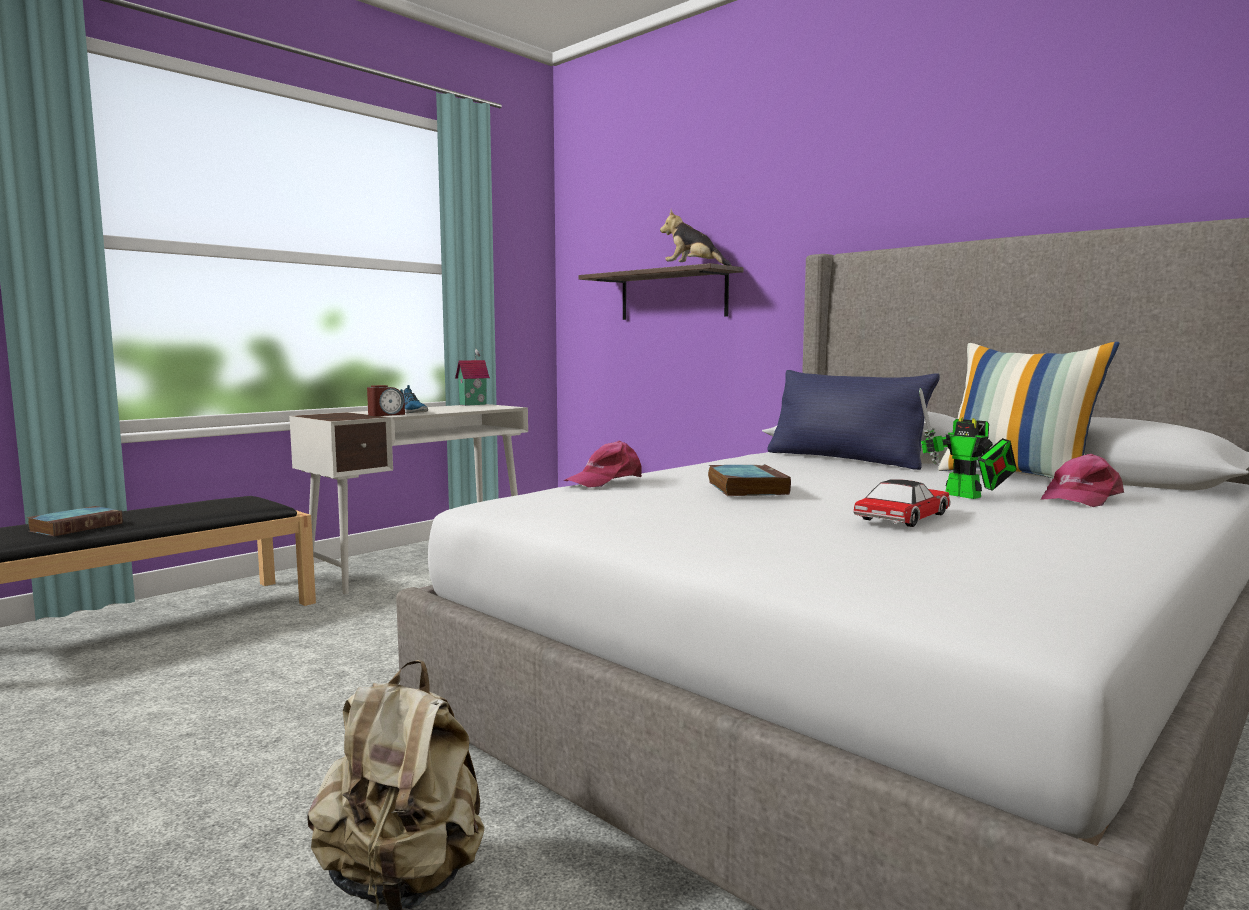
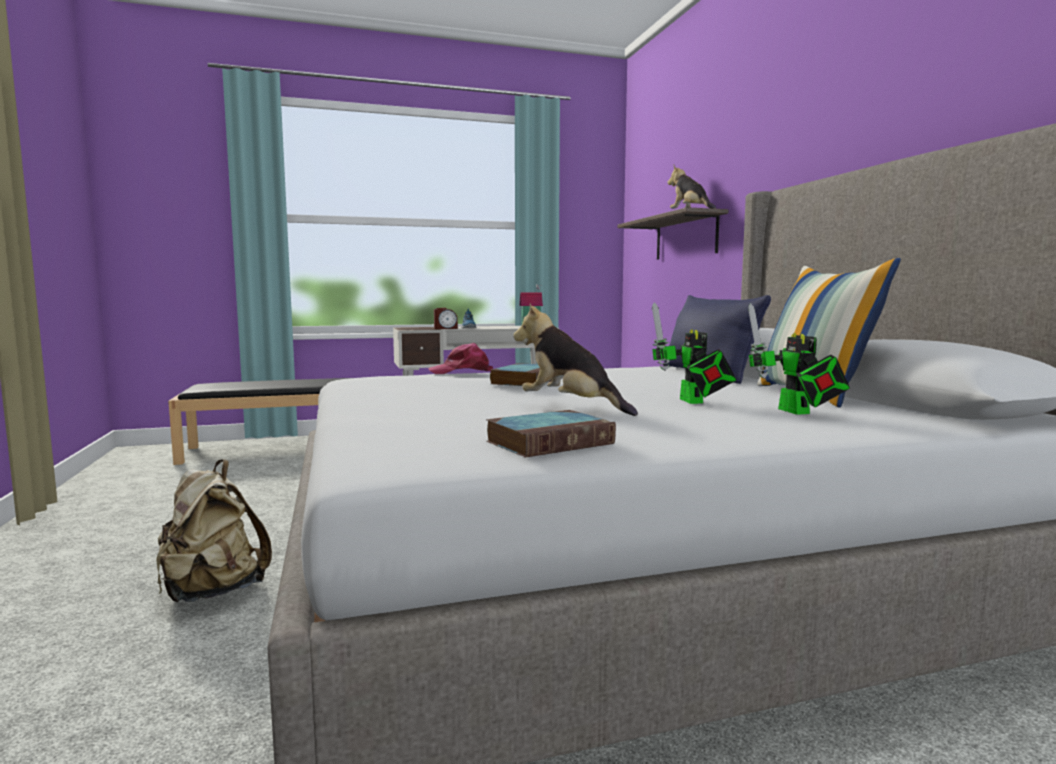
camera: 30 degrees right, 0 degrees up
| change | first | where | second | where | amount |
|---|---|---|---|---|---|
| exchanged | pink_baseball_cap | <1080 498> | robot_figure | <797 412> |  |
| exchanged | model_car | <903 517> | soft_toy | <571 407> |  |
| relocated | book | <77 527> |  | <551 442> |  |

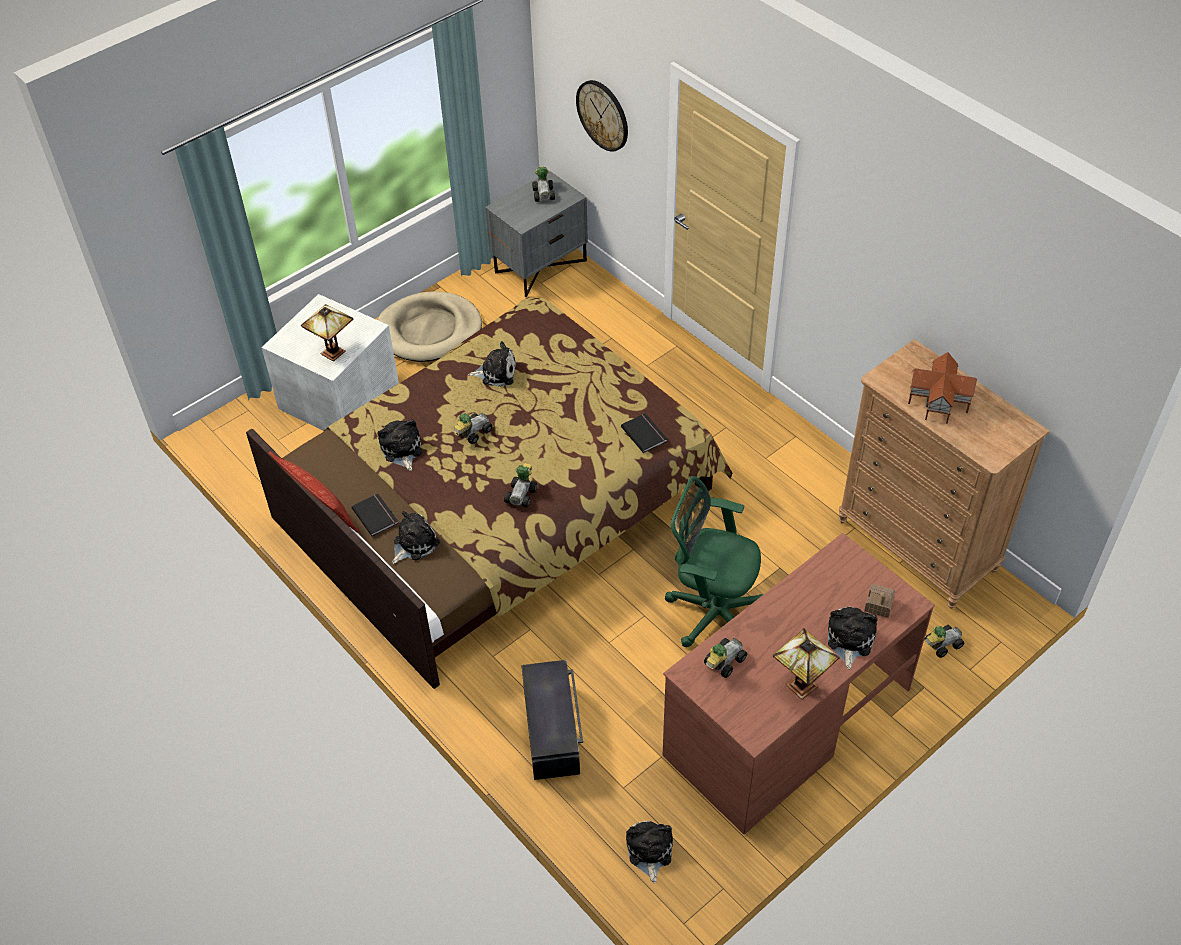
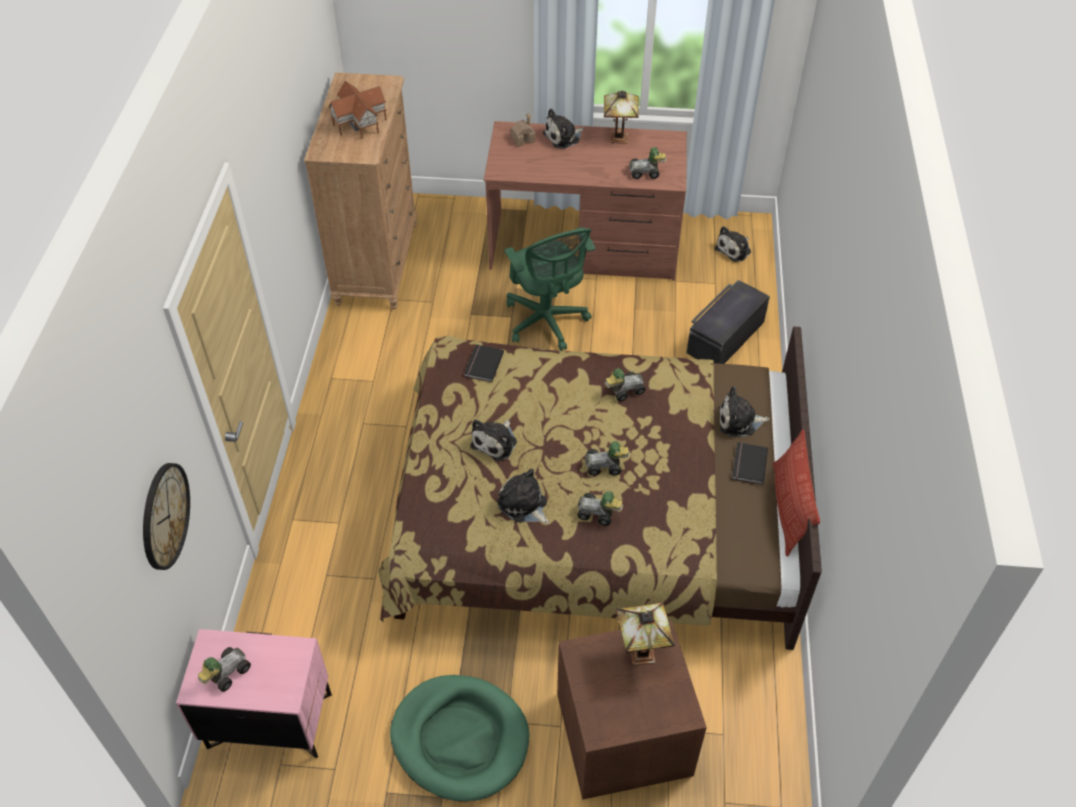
camera: 135 degrees left, 0 degrees up
| change | first | where | second | where | amount |
|---|---|---|---|---|---|
| colour | gray_nightstand | <540 266> | pink_nightstand | <269 722> |  |
| colour | sand-coloured_dog_cushion | <429 331> | green-coloured_dog_cushion | <460 739> |  |
| colour | whitish_storage_container | <337 398> | brownish_storage_container | <626 735> |  |
| relocated | soft_toy | <401 450> |  | <496 442> |  |
| relocated | model_car | <940 644> |  | <598 514> |  |

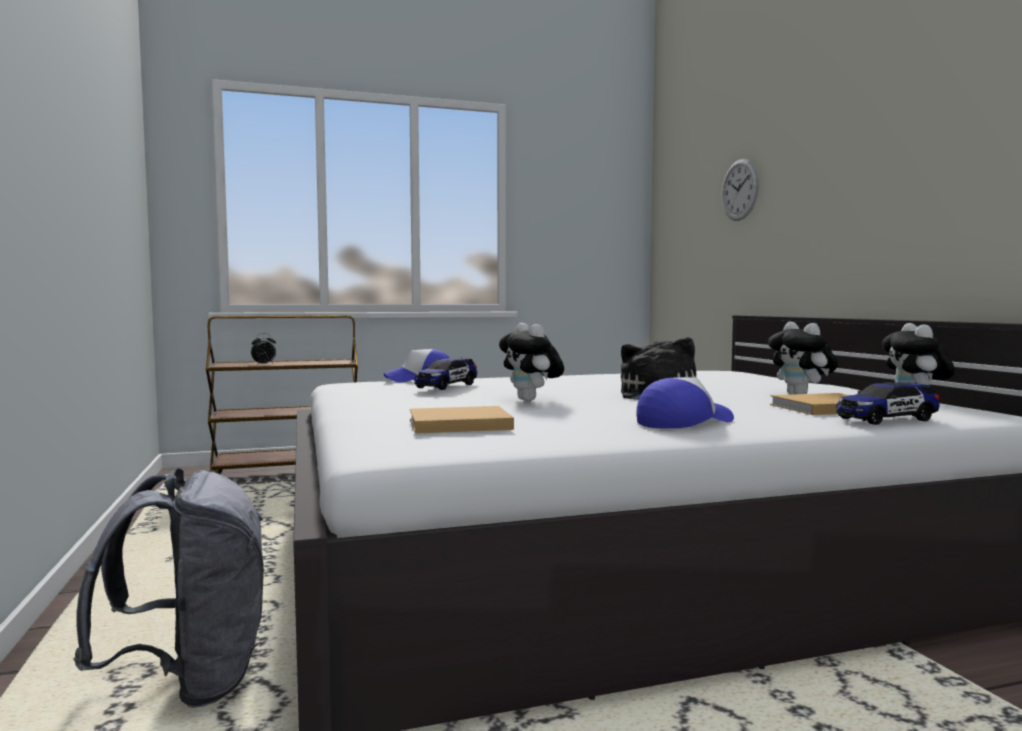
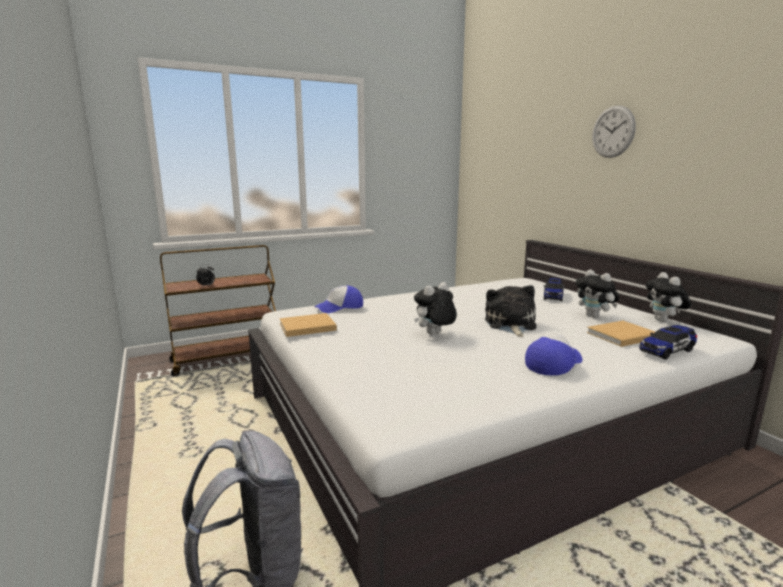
camera: 10 degrees left, 10 degrees up
| change | first | where | second | where | amount |
|---|---|---|---|---|---|
| relocated | hanging_clock | <739 190> |  | <613 132> |  |
| spun | soft_toy | <531 400> |  | <434 334> | 90 degrees clockwise |
| relocated | model_car | <446 386> |  | <553 296> |  |
| relocated | sand-coloured_book | <456 424> |  | <305 327> |  |

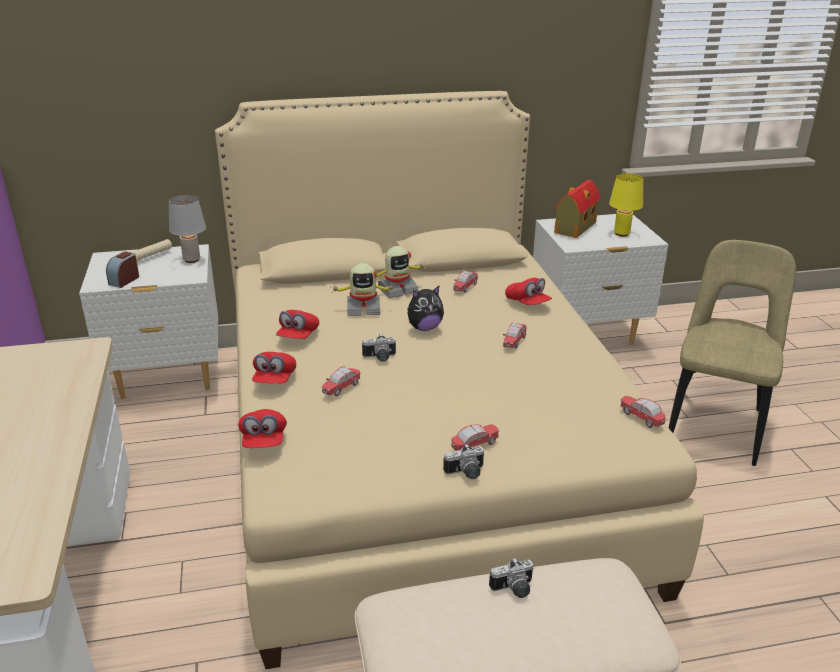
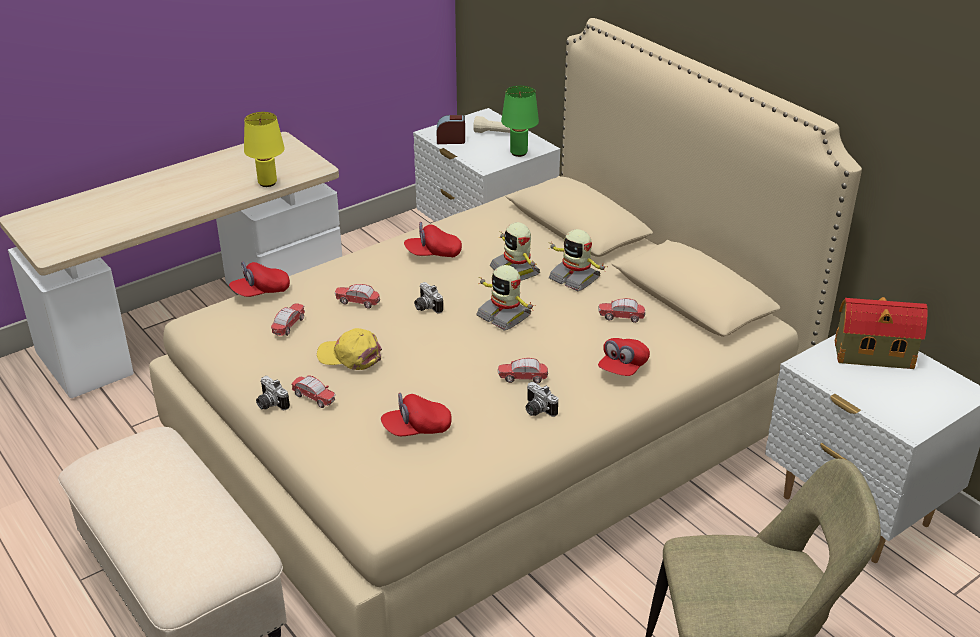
camera: 65 degrees right, 5 degrees up
| change | first | where | second | where | amount |
|---|---|---|---|---|---|
| relocated | yellow_tabletop_lamp | <621 233> |  | <267 183> |  |
| colour | gray_tabletop_lamp | <191 259> | green-coloured_tabletop_lamp | <518 153> |  |
| exchanged | soft_toy | <424 328> | robot_figure | <504 315> |  |
| relocated | red_baseball_cap | <275 379> |  | <417 429> |  |
| relocated | model_car | <641 418> |  | <288 326> |  |
| relocated | still_camera | <514 589> |  | <536 410> |  |
| appeared |  |  | yellow_baseball_cap | <350 356> |  |

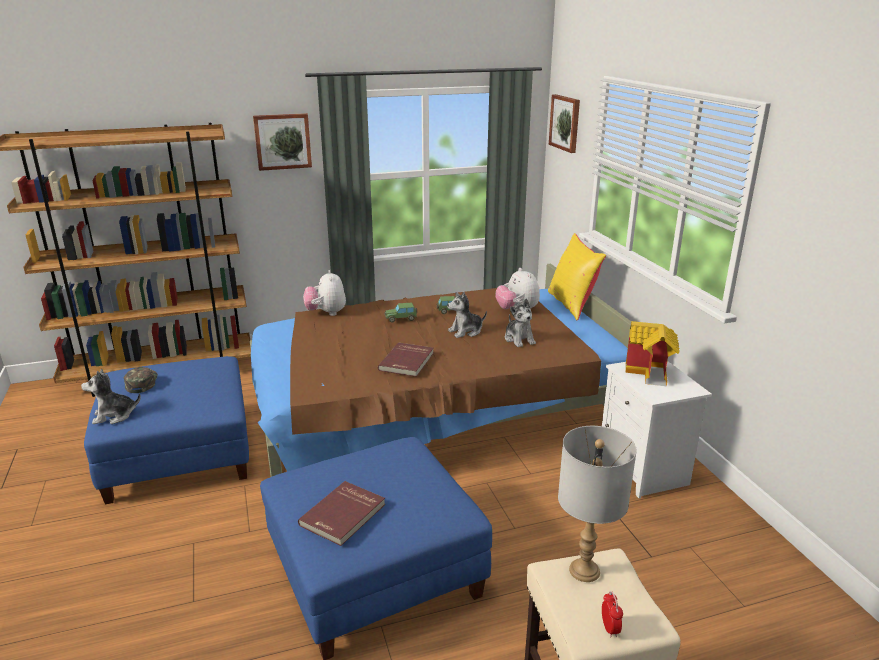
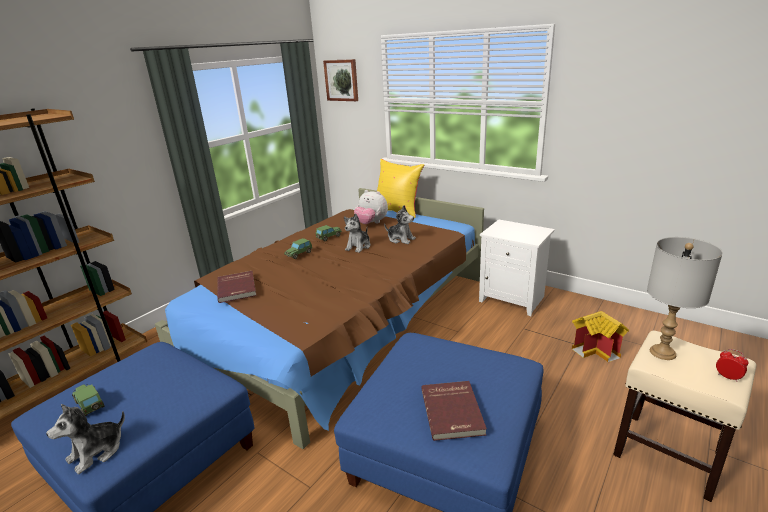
camera: 35 degrees left, 0 degrees up
| change | first | where | second | where | amount |
|---|---|---|---|---|---|
| missing | wall_art | <282 141> |  |  |  |
| missing | soft_toy | <326 313> |  |  |  |
| relocated | model_house | <651 373> |  | <597 350> |  |
| relocated | red_book | <407 362> |  | <237 288> |  |
| exchanged | green-coloured_baseball_cap | <141 382> | model_car | <90 405> |  |

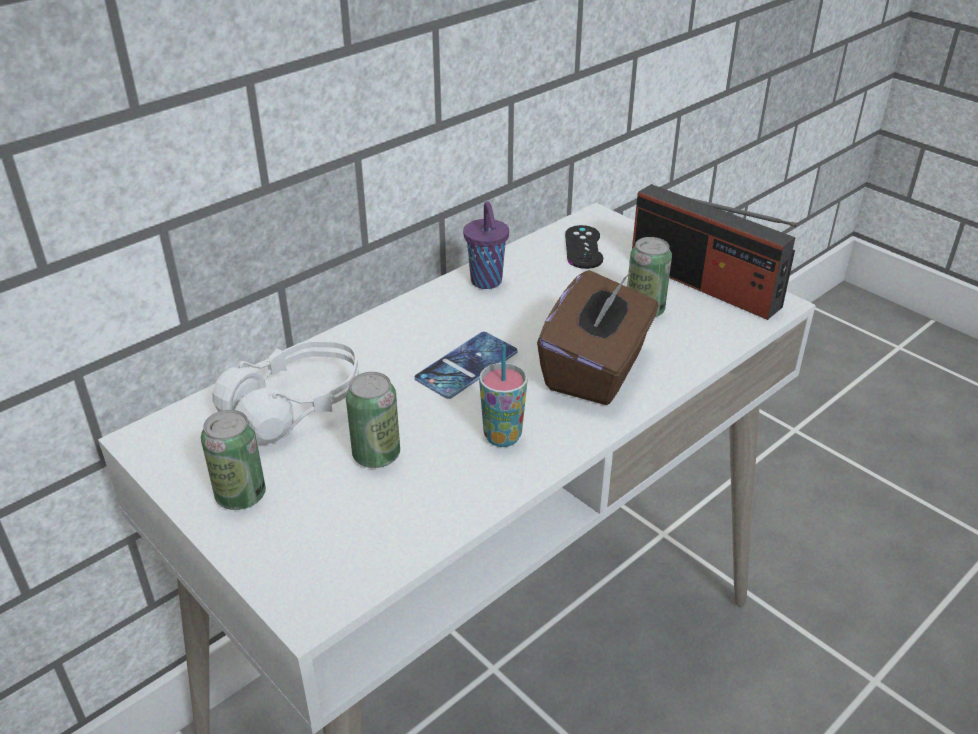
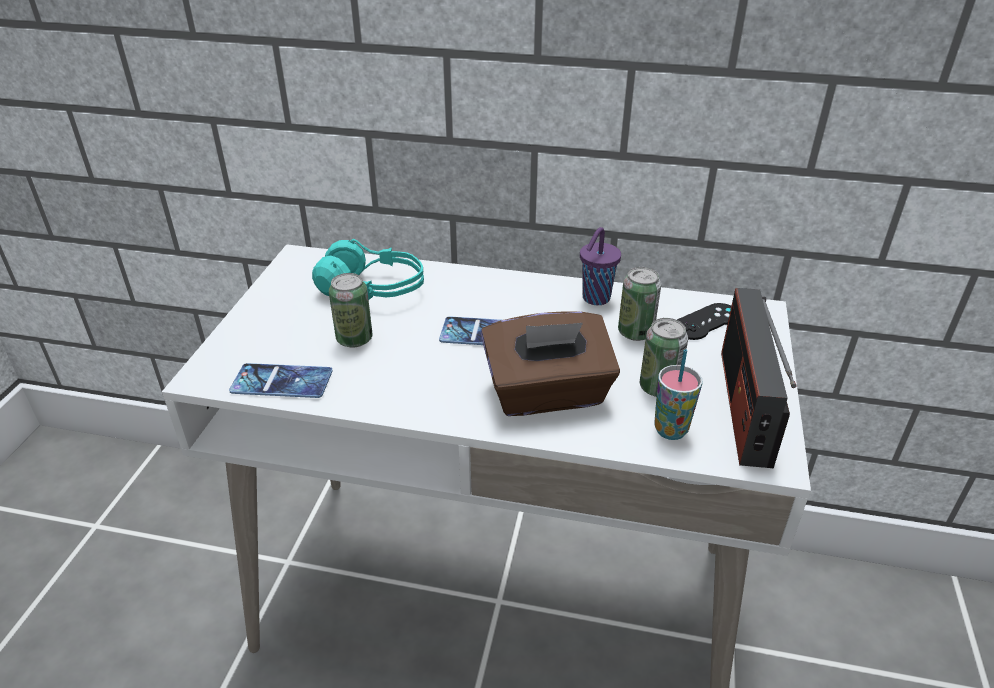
camera: 55 degrees right, 0 degrees up
| change | first | where | second | where | amount |
|---|---|---|---|---|---|
| colour | whitish_pair_of_headphones | <296 406> | turquoise-coloured_pair_of_headphones | <373 289> |  |
| relocated | drinking_cup | <502 436> |  | <670 430> |  |
| relocated | can | <241 495> |  | <635 332> |  |
| appeared |  |  | phone | <282 381> |  |

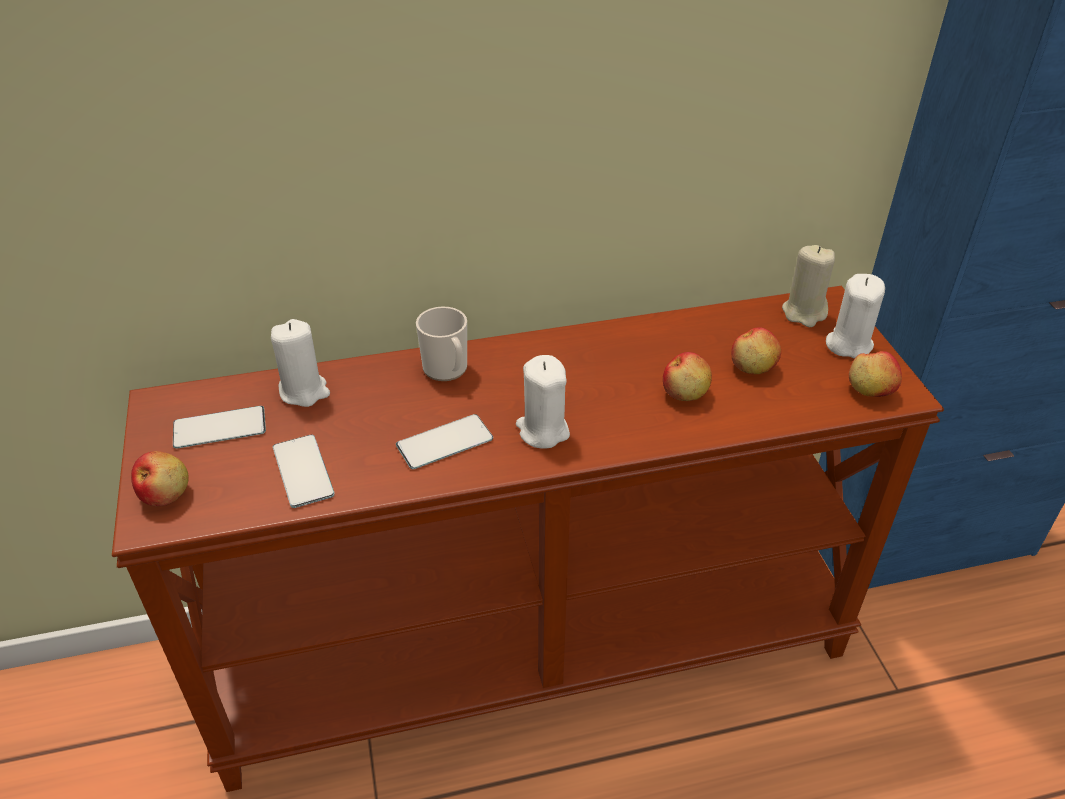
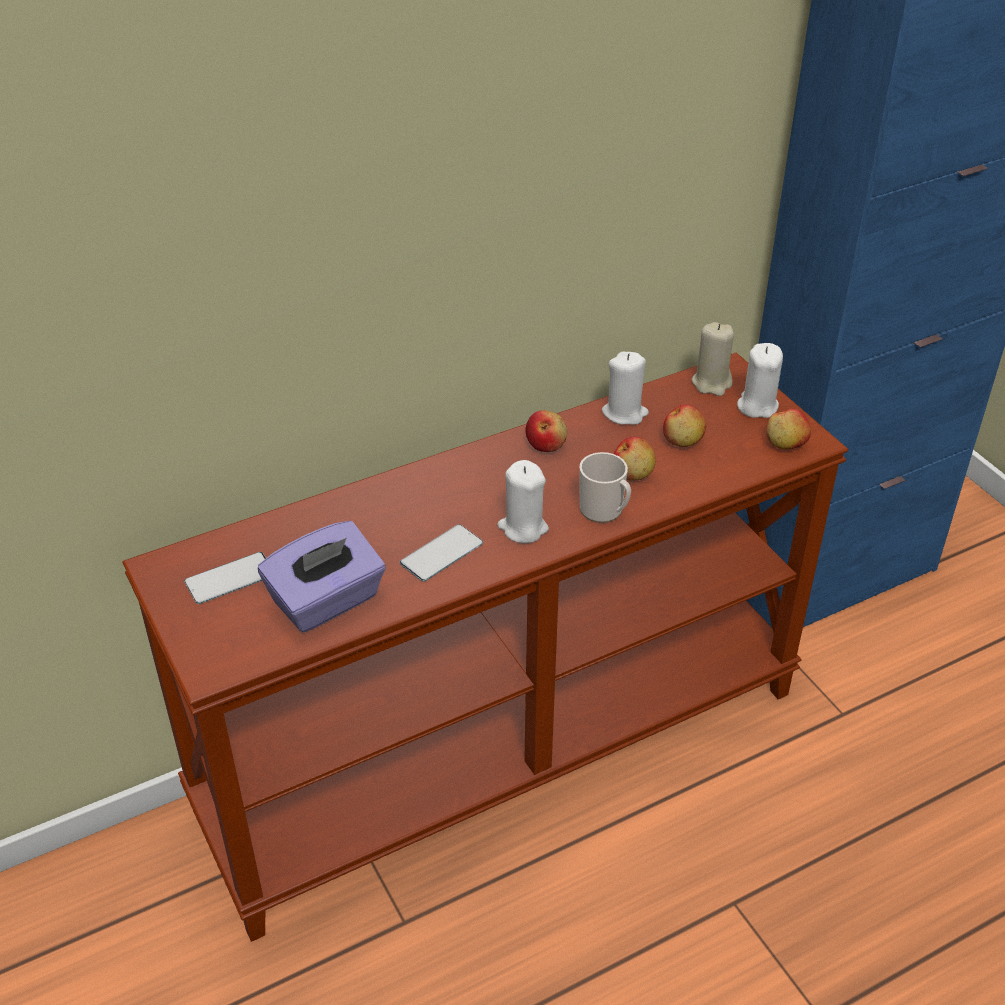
camera: 15 degrees left, 0 degrees up
| change | first | where | second | where | amount |
|---|---|---|---|---|---|
| relocated | coffee_mug | <447 370> |  | <605 511> |  |
| relocated | whitish_wax_candle | <304 391> |  | <624 413> |  |
| exchanged | phone | <303 471> | purple-coloured_box_of_tissues | <327 601> |  |
| relocated | whole_apple | <165 493> |  | <546 444> |  |

